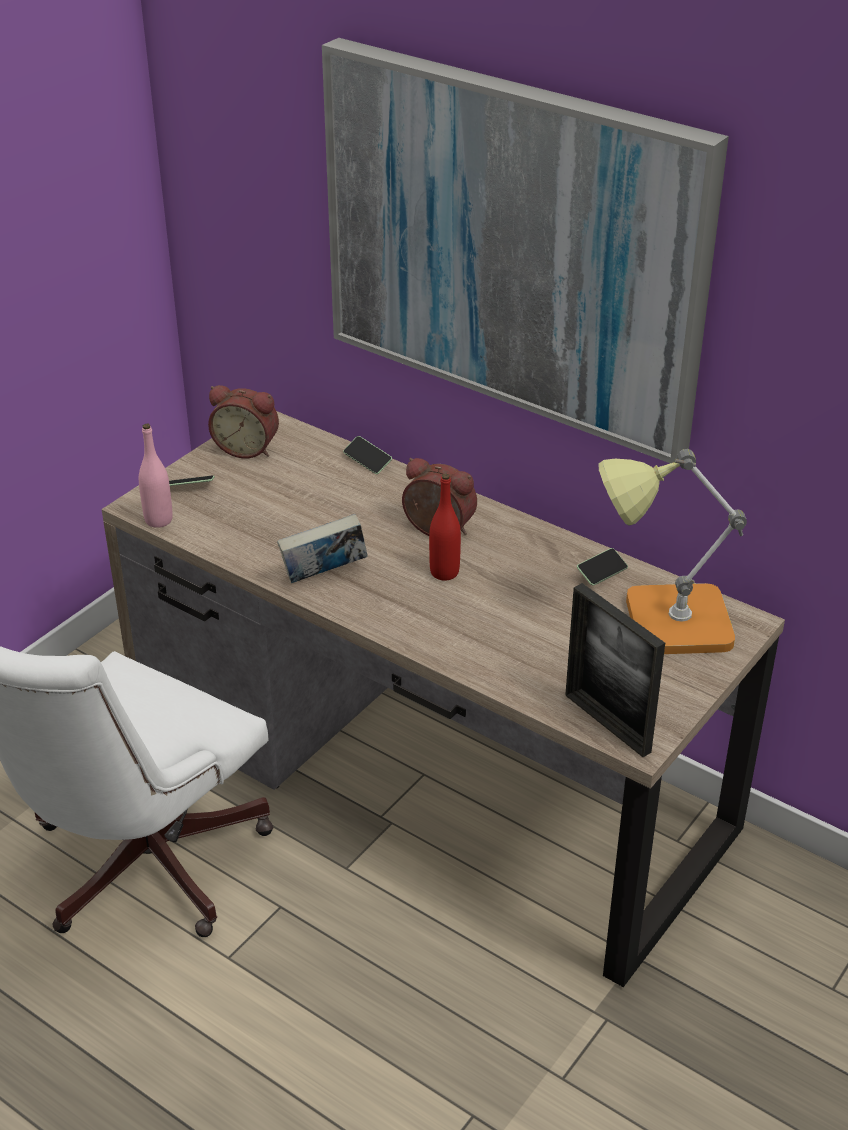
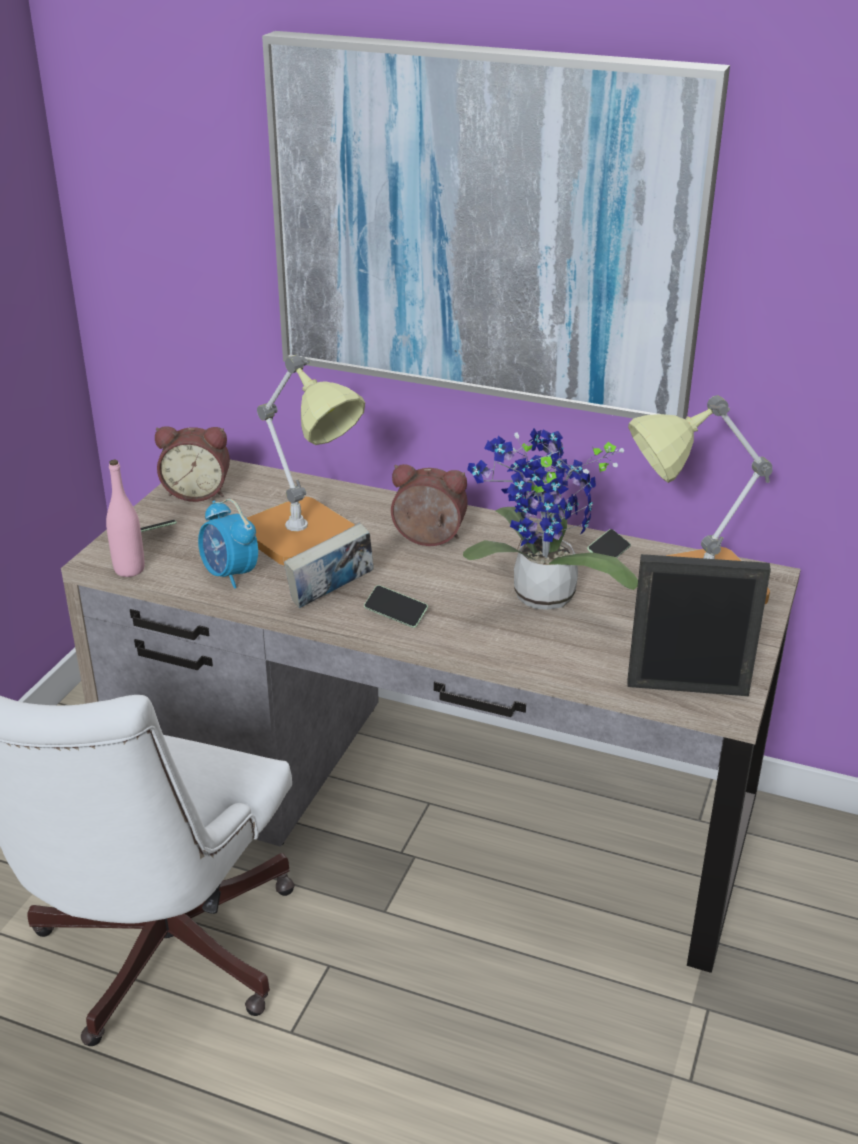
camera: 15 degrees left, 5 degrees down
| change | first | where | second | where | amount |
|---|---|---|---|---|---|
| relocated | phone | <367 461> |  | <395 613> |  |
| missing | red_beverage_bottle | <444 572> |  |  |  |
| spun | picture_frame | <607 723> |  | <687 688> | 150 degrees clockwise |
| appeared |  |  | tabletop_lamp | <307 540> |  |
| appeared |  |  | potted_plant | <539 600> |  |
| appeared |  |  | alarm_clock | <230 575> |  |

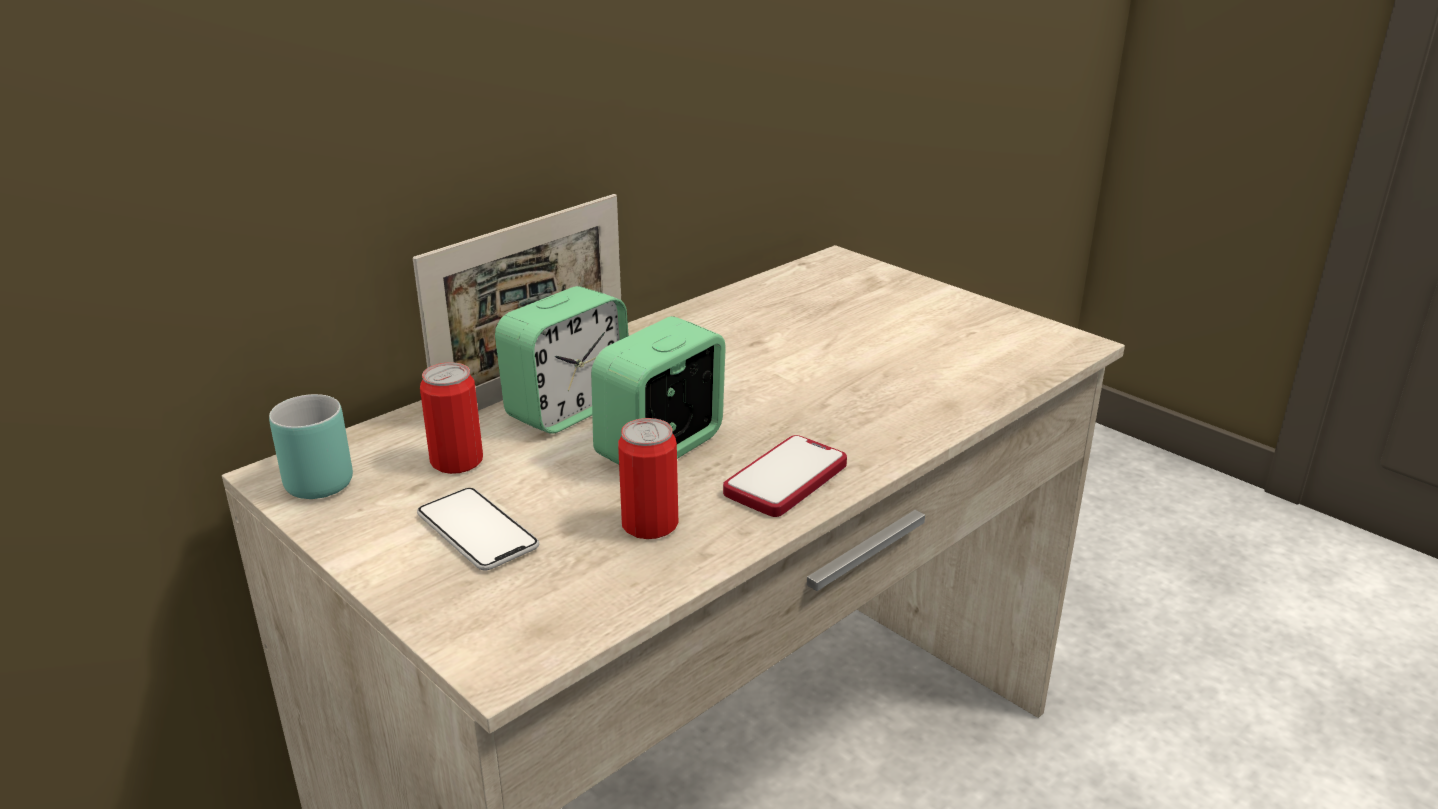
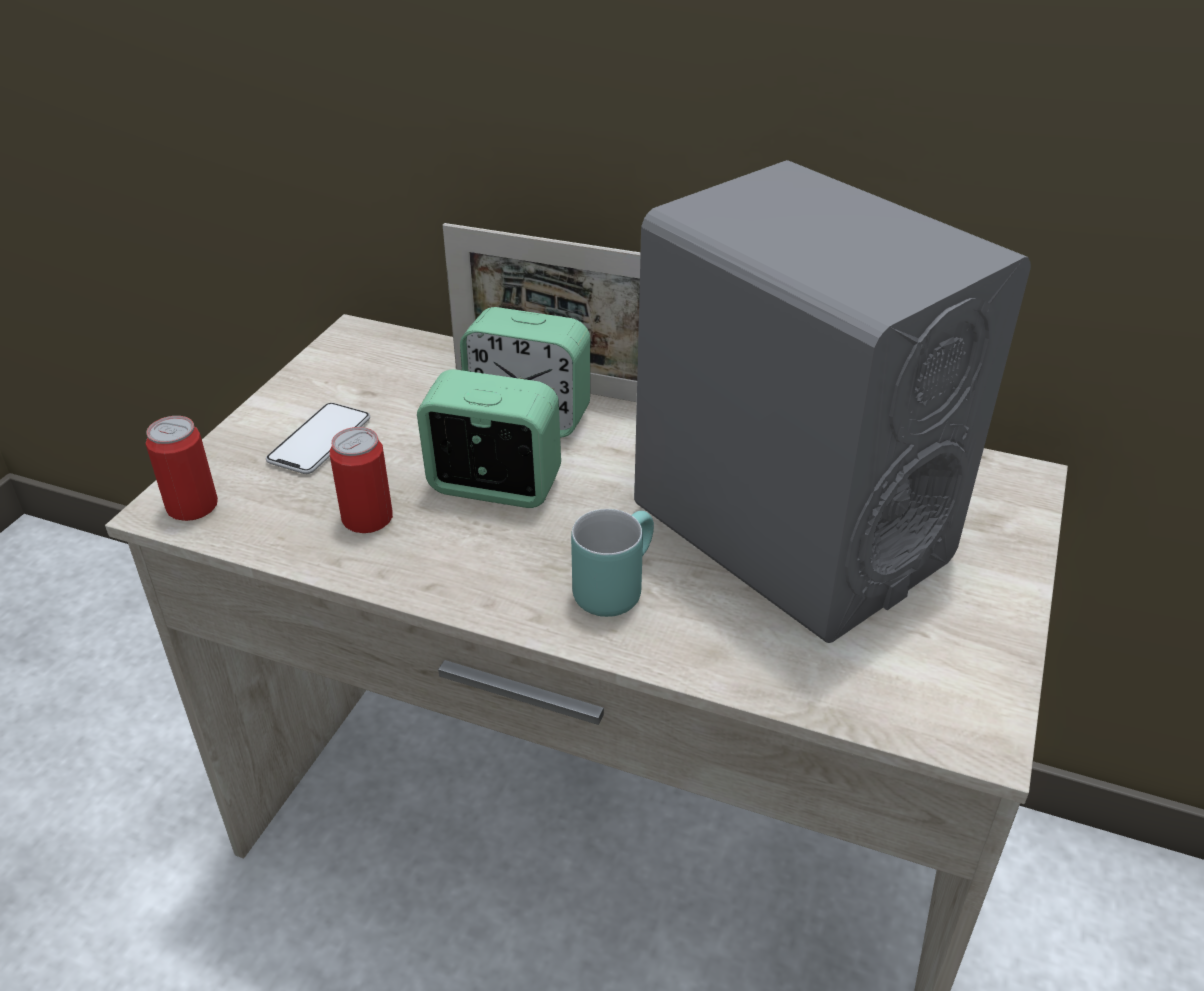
camera: 65 degrees right, 10 degrees up
| change | first | where | second | where | amount |
|---|---|---|---|---|---|
| relocated | can | <457 461> |  | <192 506> |  |
| relocated | turquoise-coloured_coffee_mug | <311 478> |  | <612 585> |  |
| missing | phone | <786 479> |  |  |  |
| appeared |  |  | gray_audio_speaker | <788 532> |  |

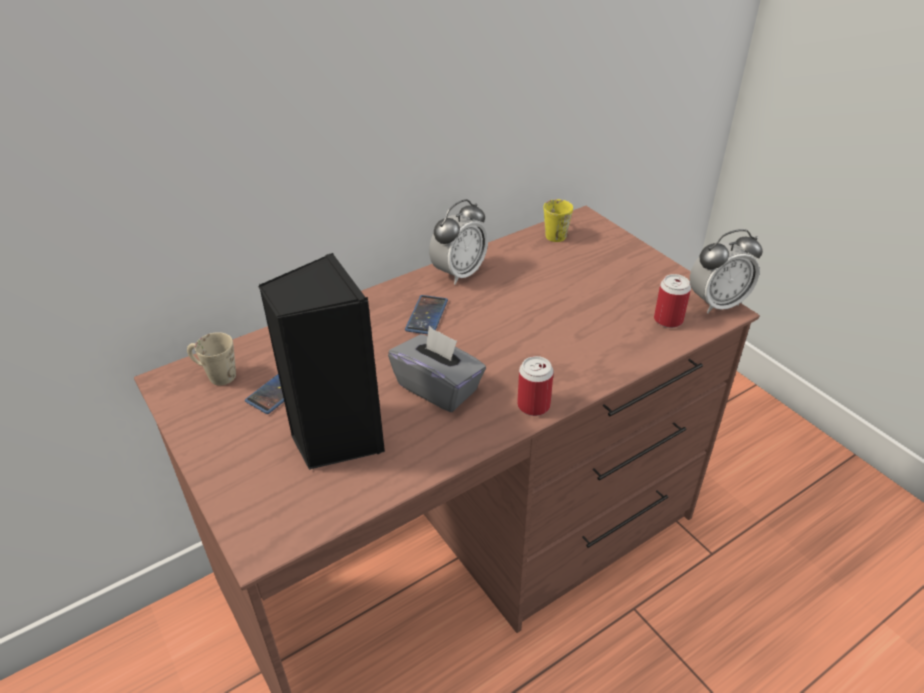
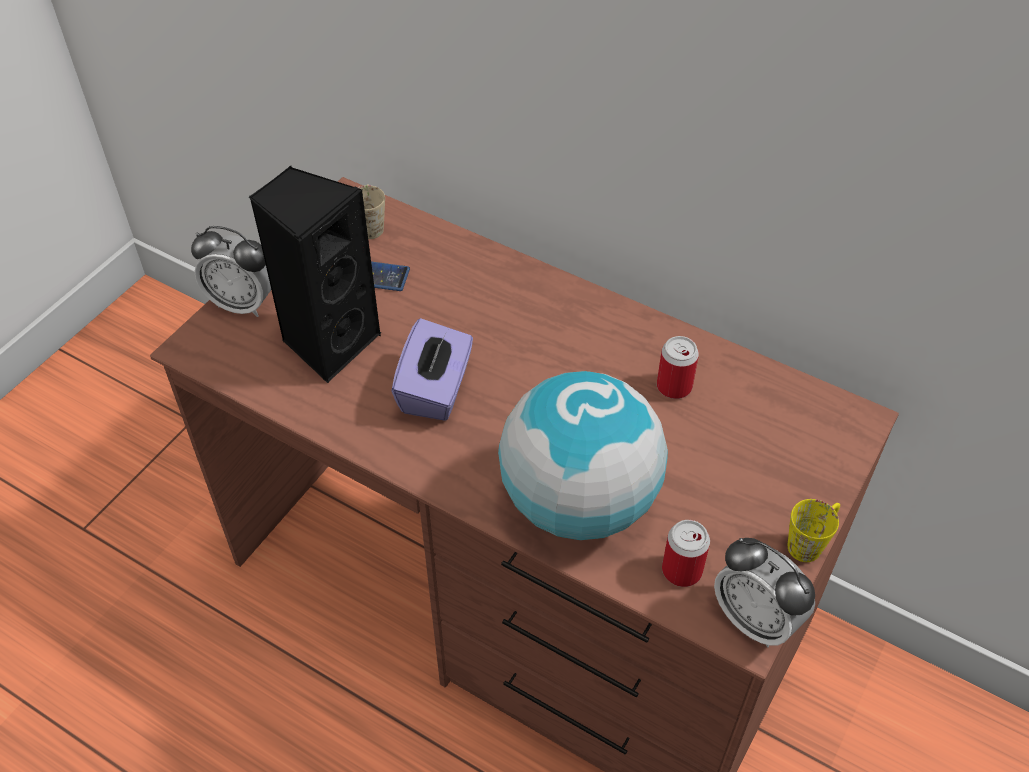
camera: 65 degrees right, 10 degrees up
| change | first | where | second | where | amount |
|---|---|---|---|---|---|
| relocated | alarm_clock | <459 273> |  | <243 303> |  |
| relocated | yellow_coffee_mug | <552 233> |  | <811 541> |  |
| missing | phone | <426 315> |  |  |  |
| colour | gray_box_of_tissues | <438 388> | purple-coloured_box_of_tissues | <436 390> |  |
| relocated | can | <533 405> |  | <674 386> |  |
| appeared |  |  | globe | <578 503> |  |

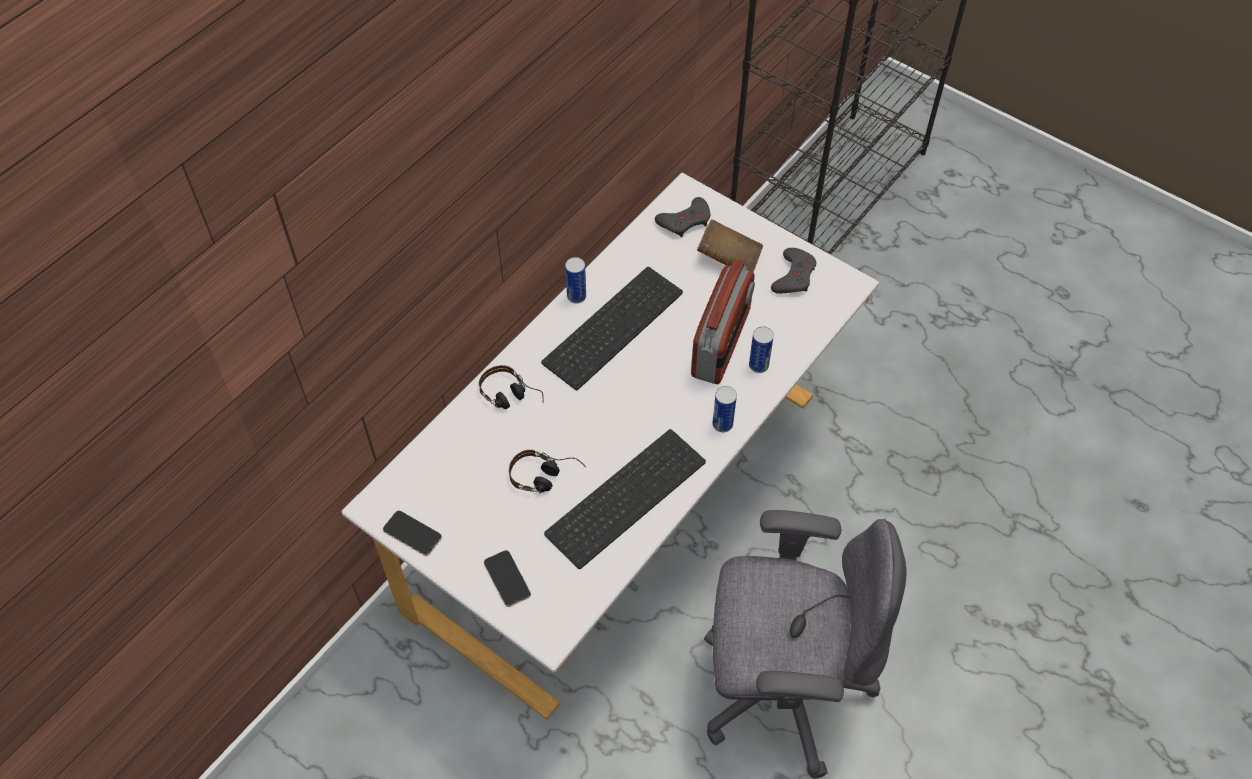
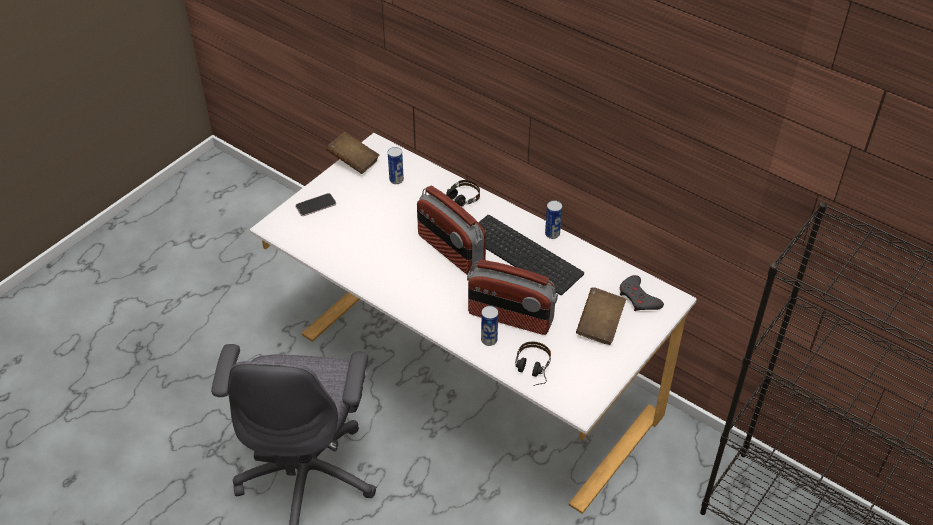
camera: 90 degrees right, 10 degrees down
| change | first | where | second | where | amount |
|---|---|---|---|---|---|
| missing | gray_gamepad | <794 276> |  |  |  |
| relocated | can | <722 424> |  | <396 180> |  |
| missing | computer_keyboard | <625 494> |  |  |  |
| relocated | pair_of_headphones | <547 477> |  | <531 371> |  |
| exchanged | phone | <412 533> | brownish_book | <353 162> |  |
| appeared |  |  | radio_set | <450 251> |  |

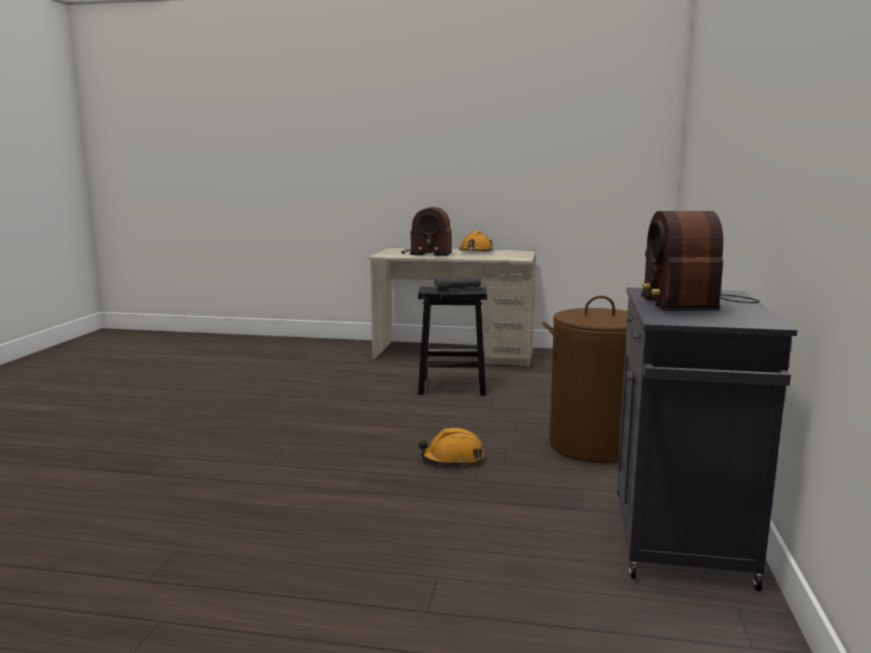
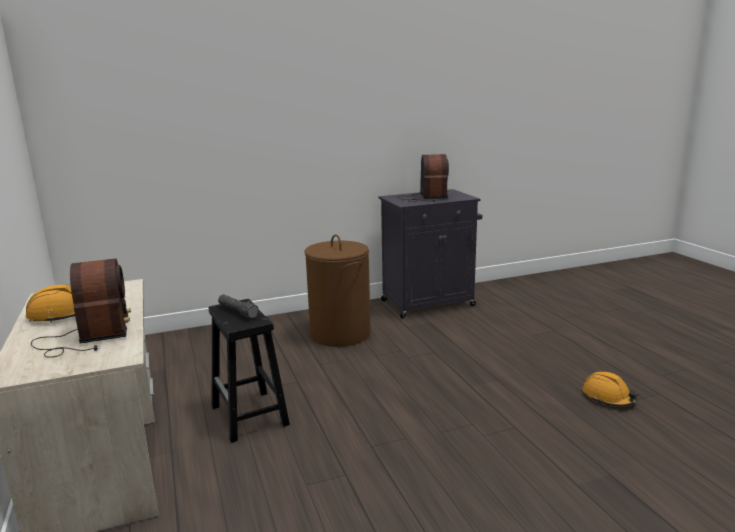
camera: 120 degrees left, 5 degrees up
| change | first | where | second | where | amount |
|---|---|---|---|---|---|
| spun | radio_set | <692 303> |  | <425 198> | 60 degrees counterclockwise |
| relocated | orange-coloured_work_helmet | <452 459> |  | <608 397> |  |

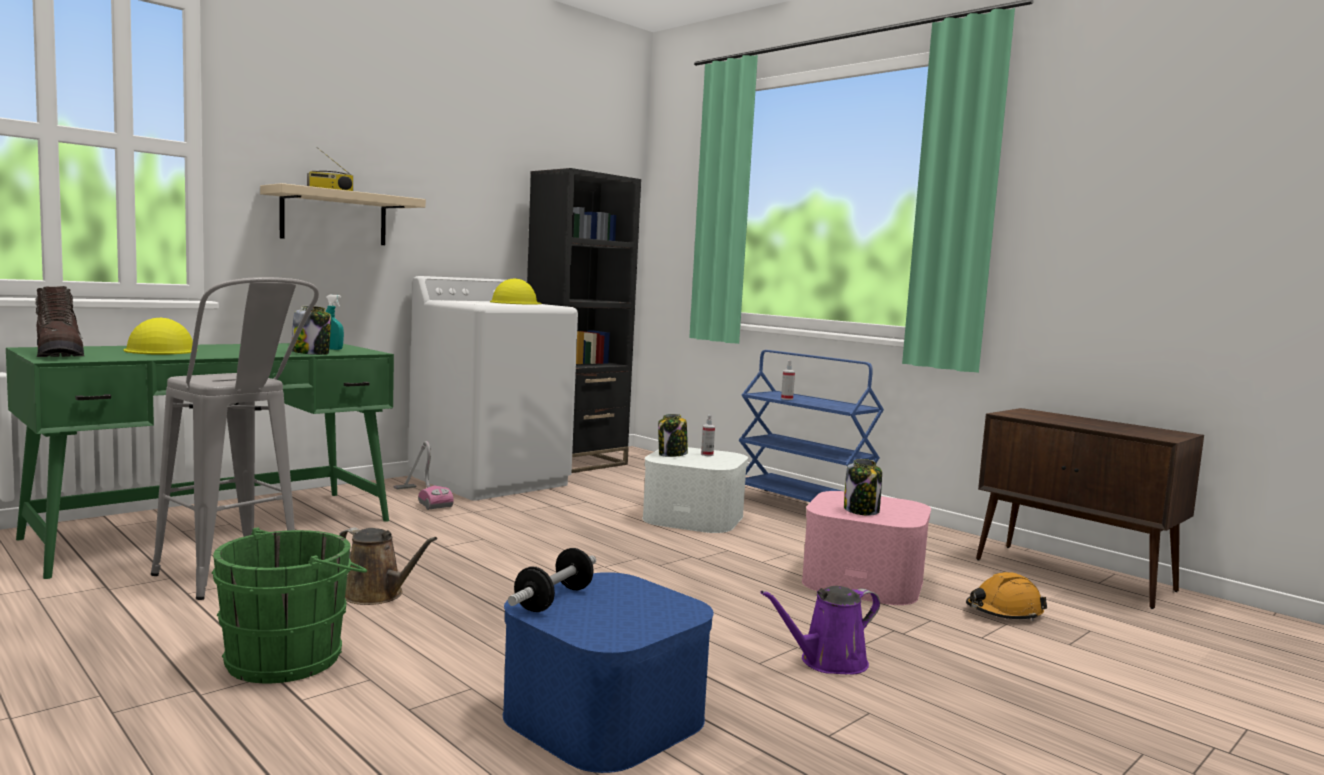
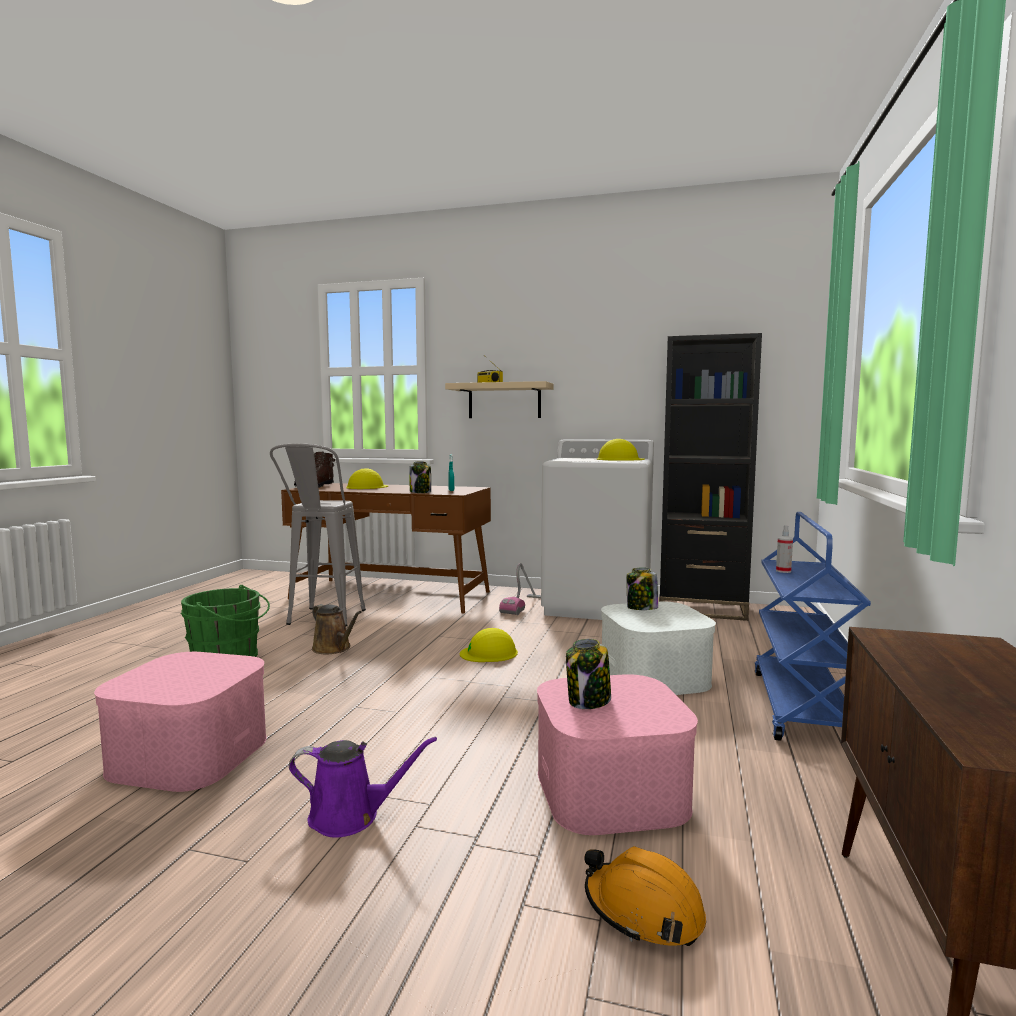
camera: 60 degrees right, 0 degrees up
| change | first | where | second | where | amount |
|---|---|---|---|---|---|
| colour | green-coloured_desk_table | <216 529> | brownish_desk_table | <391 595> |  |
| missing | hand_sprayer | <707 454> |  |  |  |
| spun | brownish_watering_can | <377 595> |  | <334 648> | 45 degrees counterclockwise |
| missing | free_weight | <554 600> |  |  |  |
| colour | bluish_storage_container | <603 715> | pink_storage_container | <189 753> |  |
| spun | purple-coloured_watering_can | <828 662> |  | <351 816> | 150 degrees clockwise |
| appeared |  |  | yellow_work_helmet | <489 653> |  |

